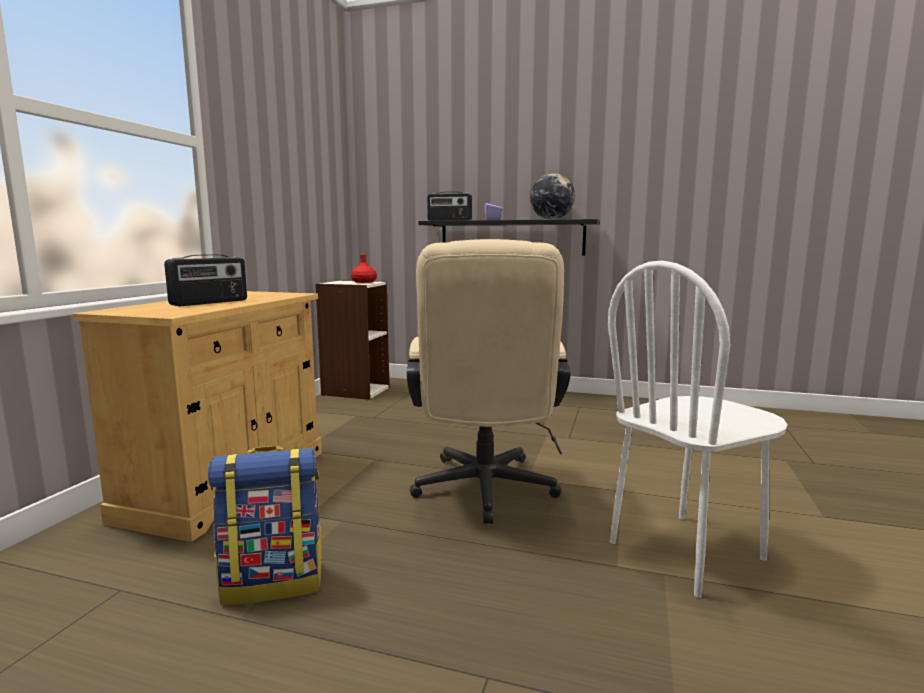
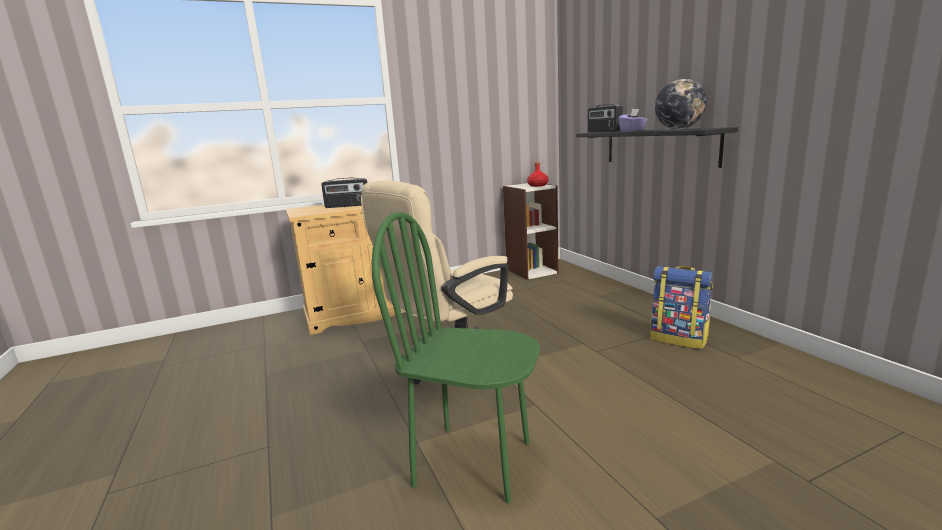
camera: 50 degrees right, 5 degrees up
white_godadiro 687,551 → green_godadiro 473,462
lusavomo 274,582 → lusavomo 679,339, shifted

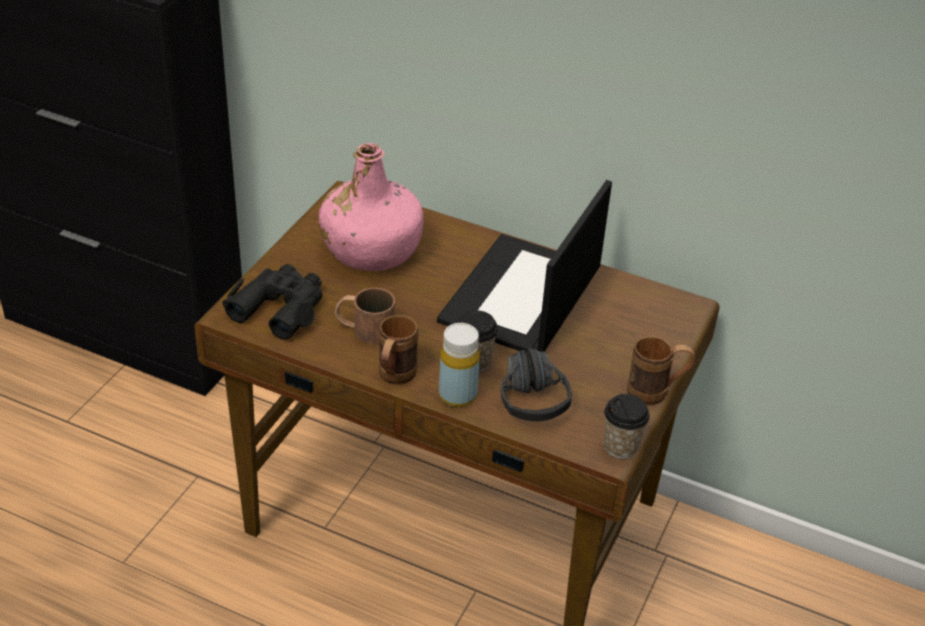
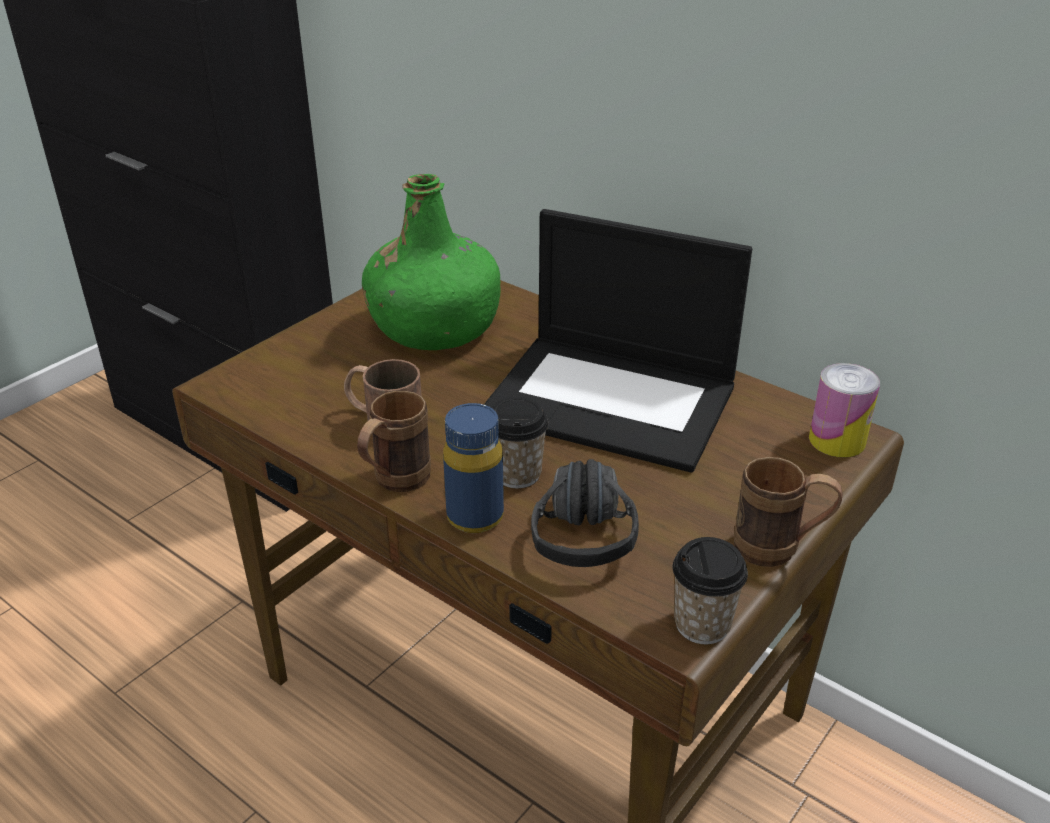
camera: 15 degrees right, 5 degrees down
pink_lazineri 371,250 → green_lazineri 435,327
yellow_lazineri 457,395 → blue_lazineri 475,517
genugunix 521,297 → genugunix 613,400, 105 degrees counterclockwise
- → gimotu 837,440
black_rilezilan 280,307 → -

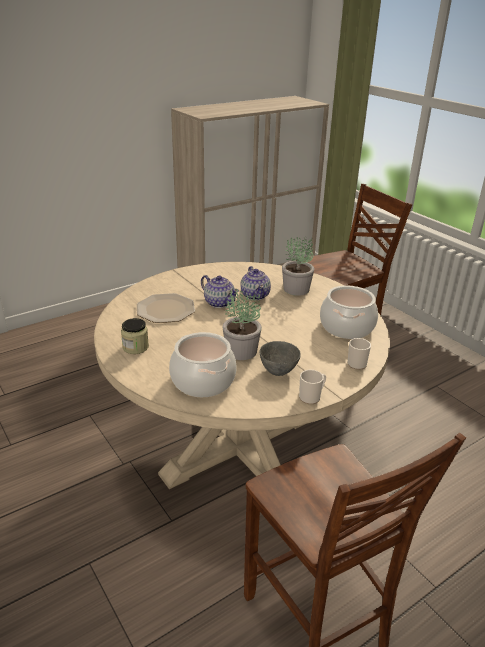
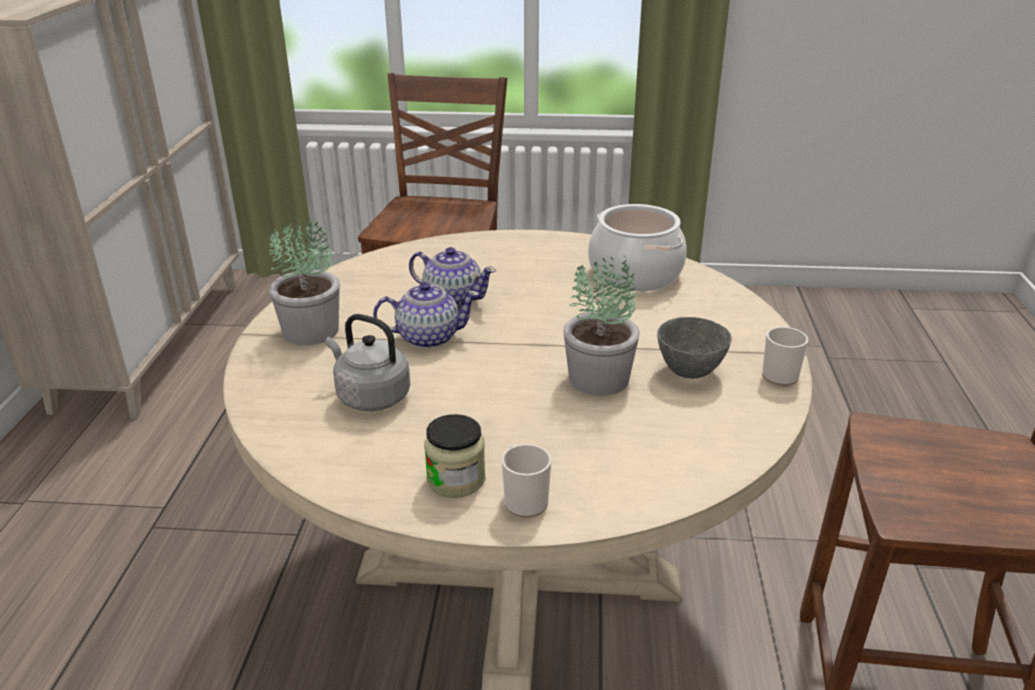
camera: 50 degrees left, 0 degrees up
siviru 296,289 → siviru 312,331, shifted
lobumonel 165,309 → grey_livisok 370,396
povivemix 357,363 → povivemix 523,499, shifted
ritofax 202,381 → -

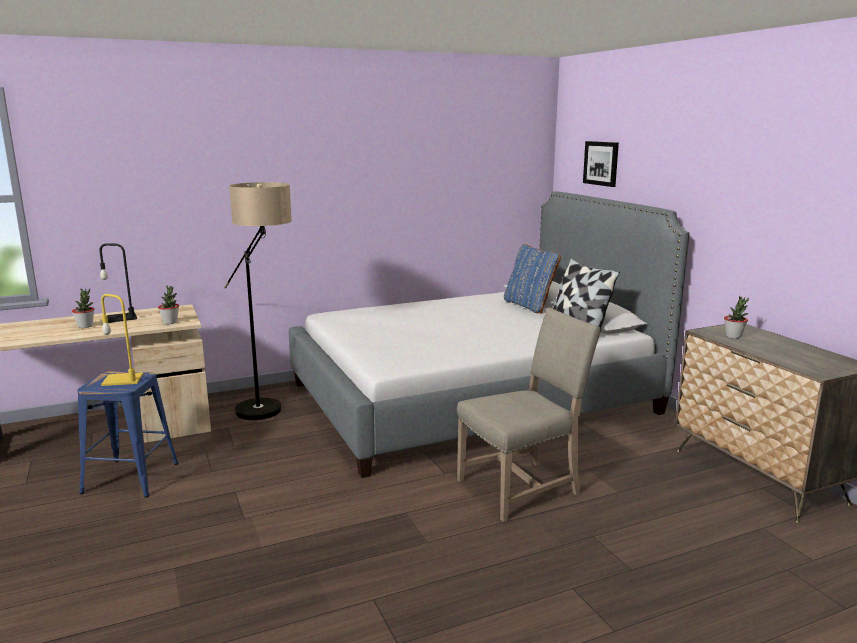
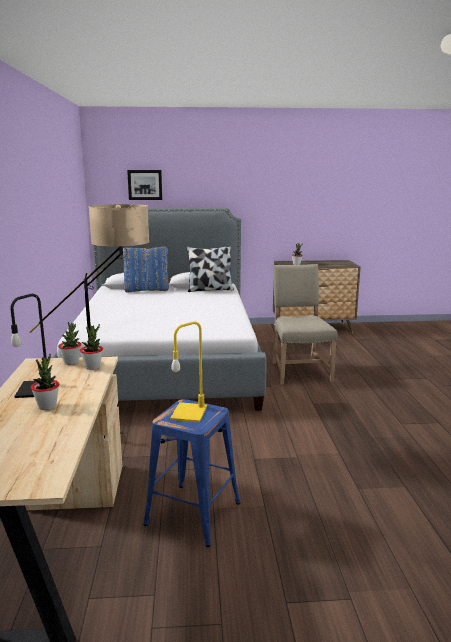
camera: 70 degrees left, 0 degrees up
- → siviru 71,362

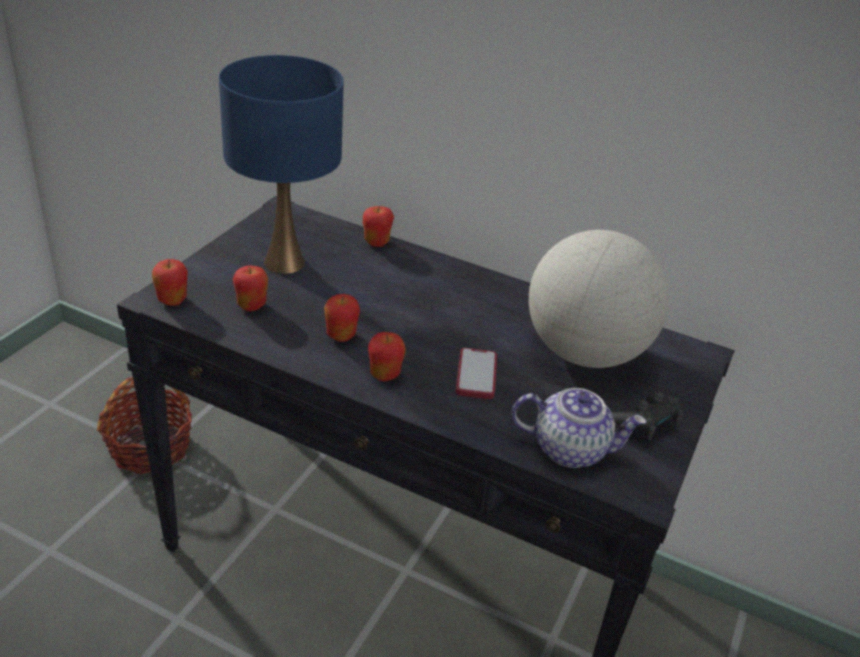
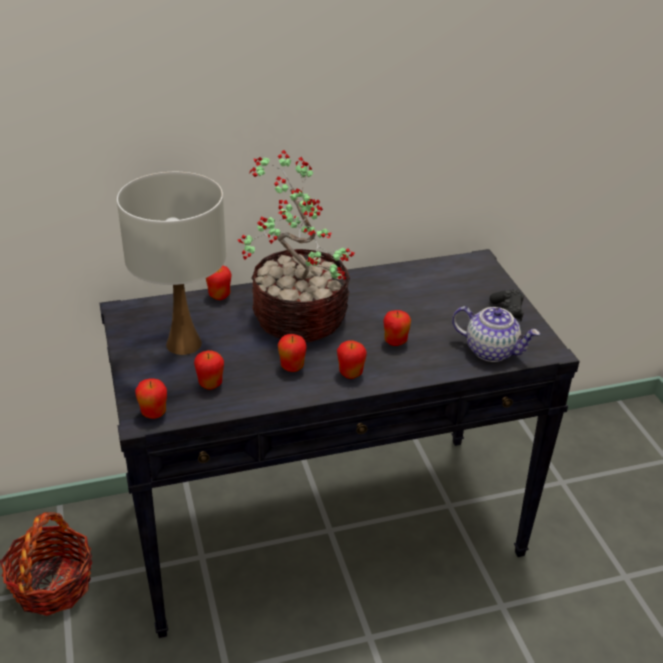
camera: 40 degrees left, 0 degrees up
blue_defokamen 285,262 → white_defokamen 184,344
- → siviru 297,316
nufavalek 476,375 → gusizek 395,342
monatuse 570,449 → monatuse 491,351, 60 degrees clockwise
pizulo 584,352 → -

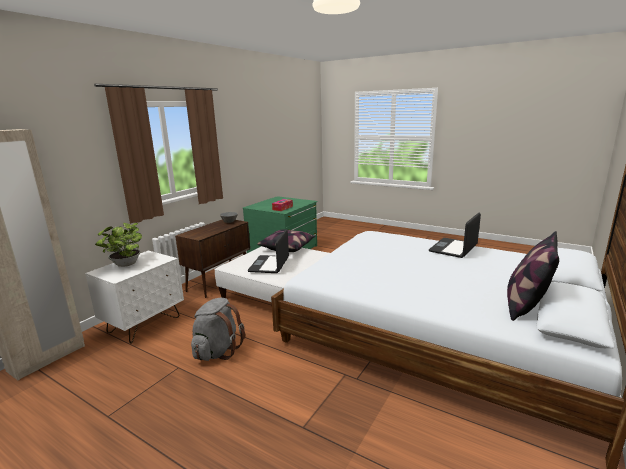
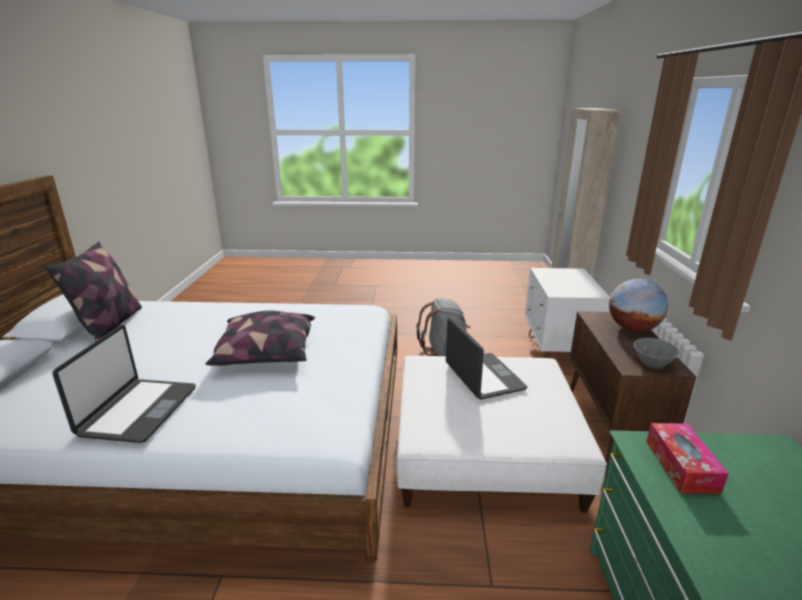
camera: 150 degrees right, 5 degrees up
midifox 287,248 → midifox 267,354, shifted
- → pizulo 632,328
siviru 125,265 → -

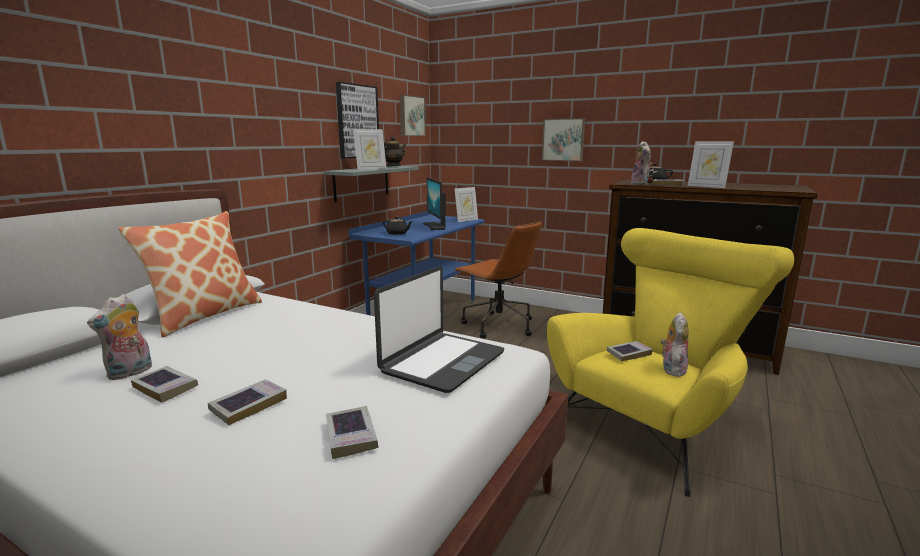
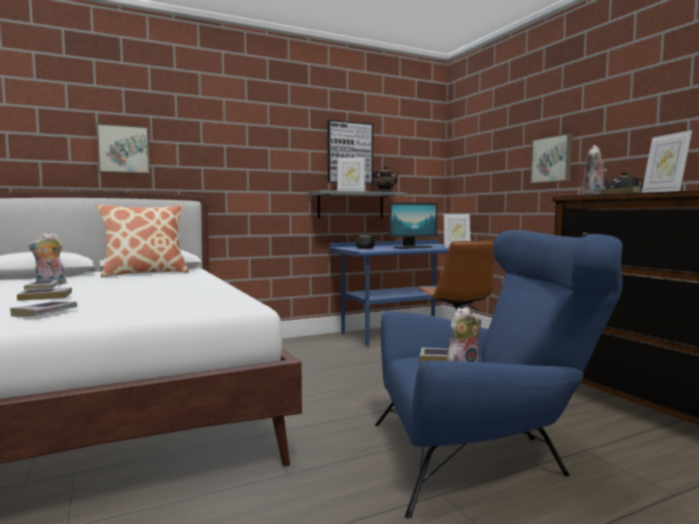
camera: 35 degrees right, 10 degrees down
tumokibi 411,116 → tumokibi 123,149, shifted
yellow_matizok 653,423 → blue_matizok 482,457
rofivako 435,226 → rofivako 412,247, 135 degrees counterclockwise
genugunix 442,362 → -

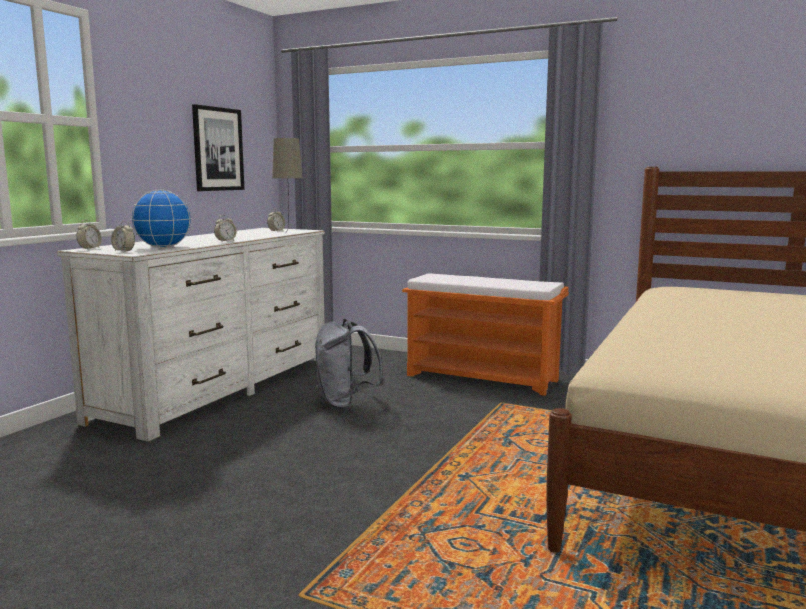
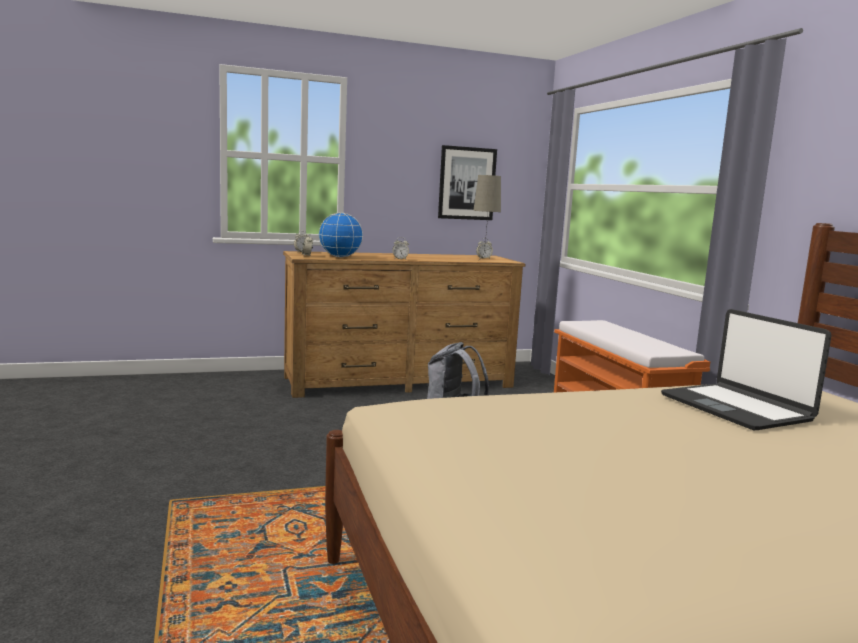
camera: 45 degrees right, 0 degrees up
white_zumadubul 219,388 → brown_zumadubul 399,382
- → genugunix 736,408

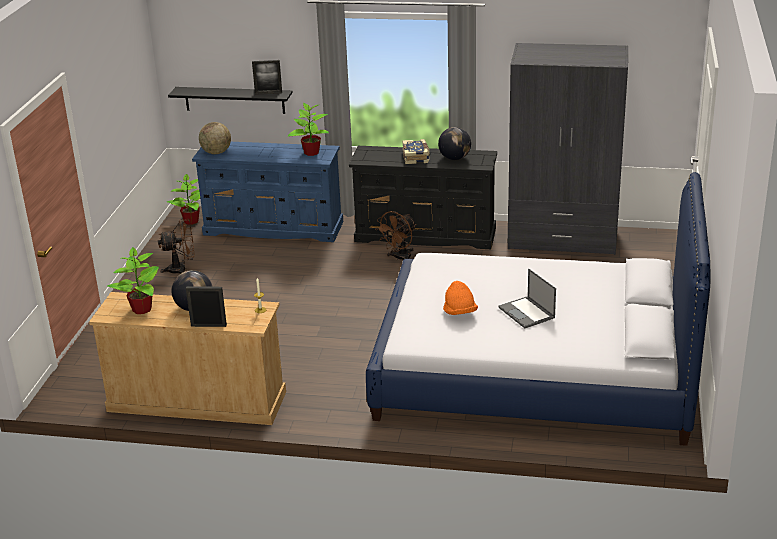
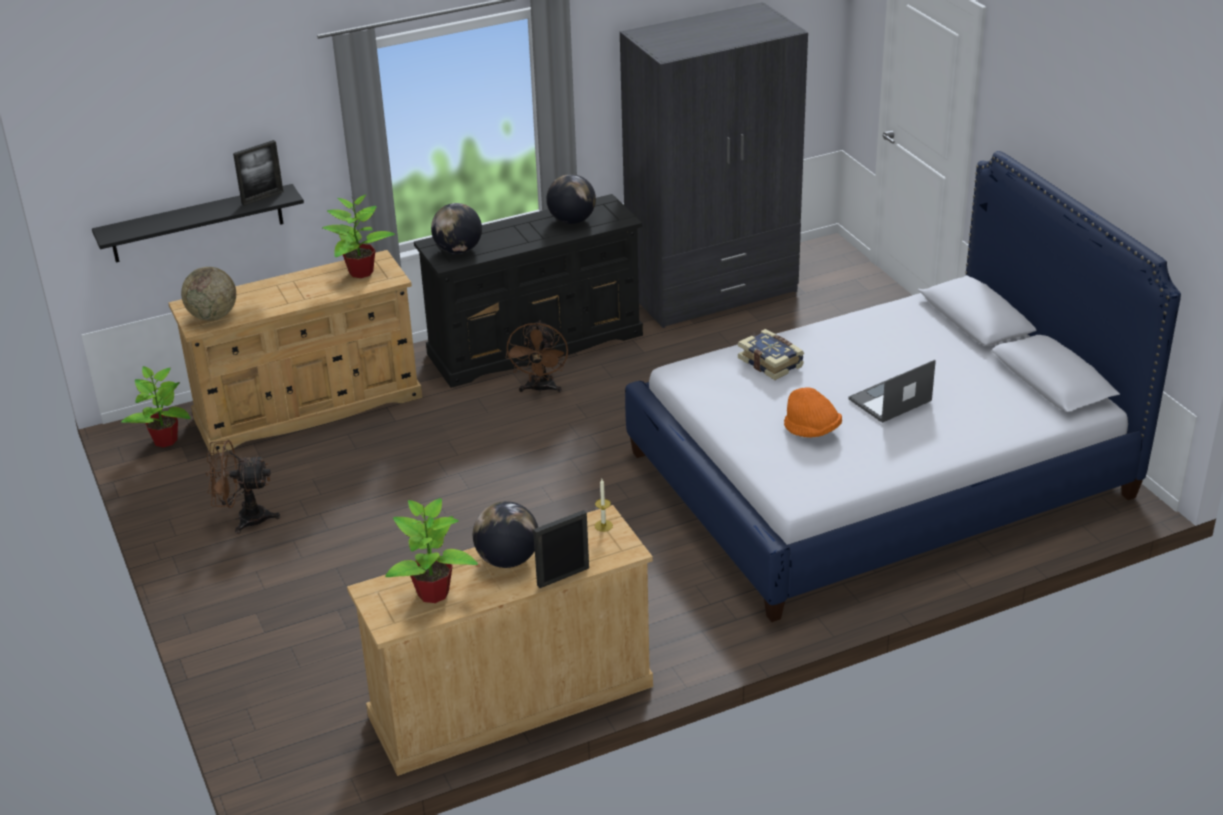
camera: 35 degrees left, 5 degrees up
blue_zumadubul 274,228 → beige_zumadubul 309,407
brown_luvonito 182,269 → brown_luvonito 244,519, 135 degrees counterclockwise
- → pizulo 458,250
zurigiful 416,157 → zurigiful 771,362, shifted
genugunix 527,313 → genugunix 889,400, 120 degrees clockwise

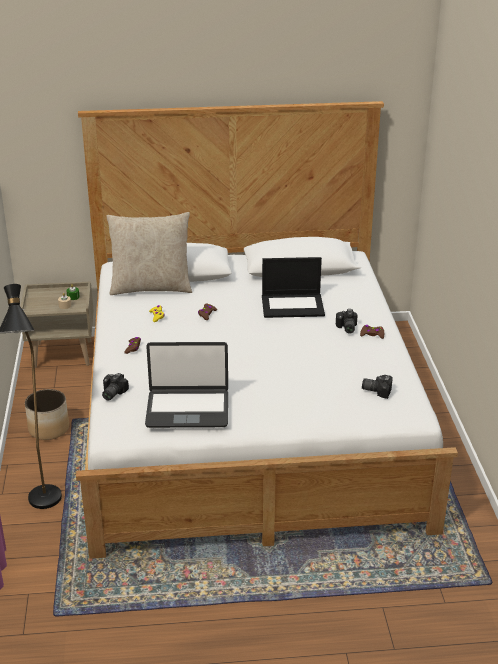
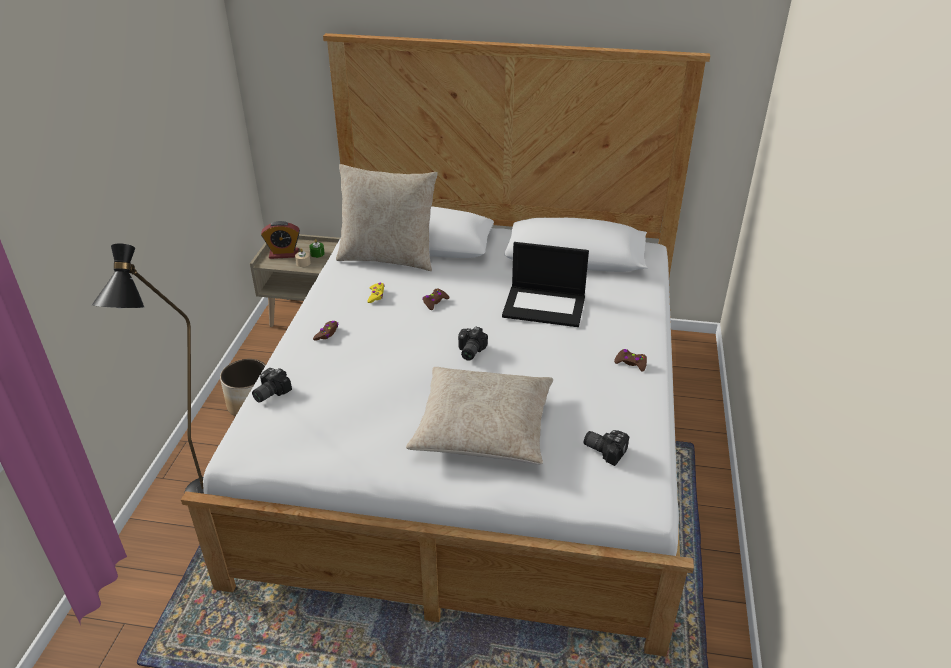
camera: 15 degrees right, 5 degrees up
- → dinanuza 284,254
- → beige_midifox 483,427
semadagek 346,328 → semadagek 469,351, shifted
genugunix 187,409 → -

